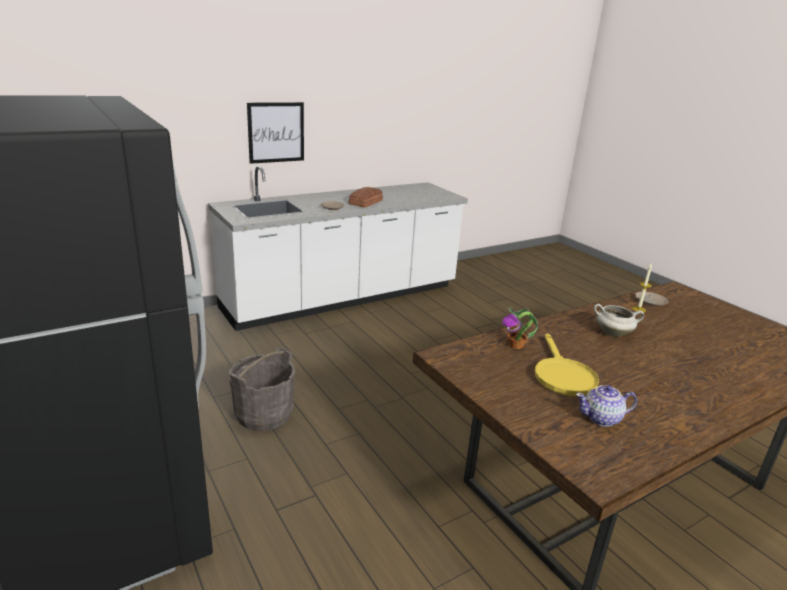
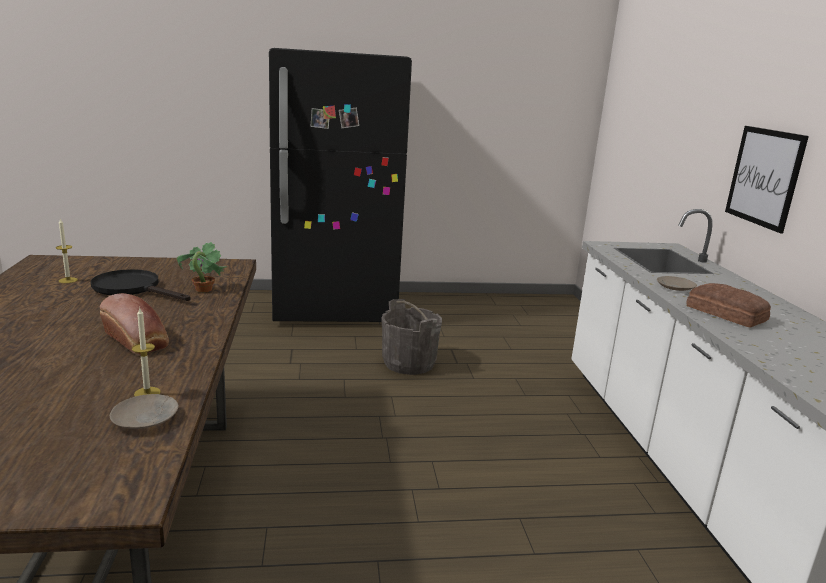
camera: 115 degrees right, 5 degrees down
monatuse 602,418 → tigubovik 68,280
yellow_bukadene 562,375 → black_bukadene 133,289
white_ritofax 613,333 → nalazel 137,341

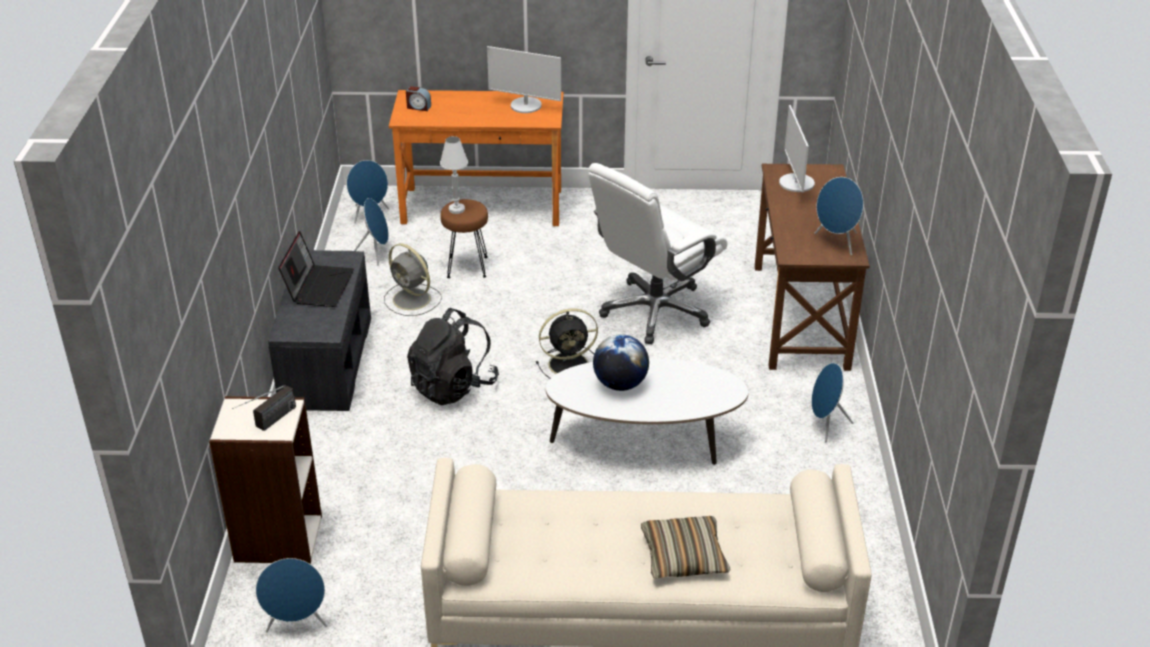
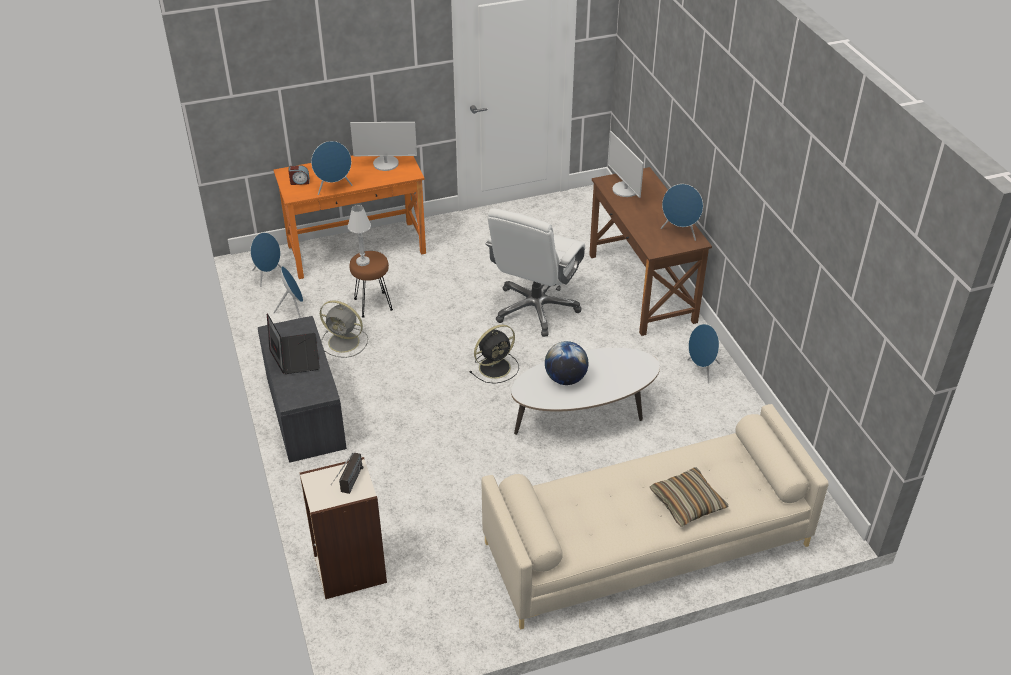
camera: 20 degrees left, 5 degrees up
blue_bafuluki 297,624 → blue_bafuluki 334,188, shifted
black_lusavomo 453,386 → -

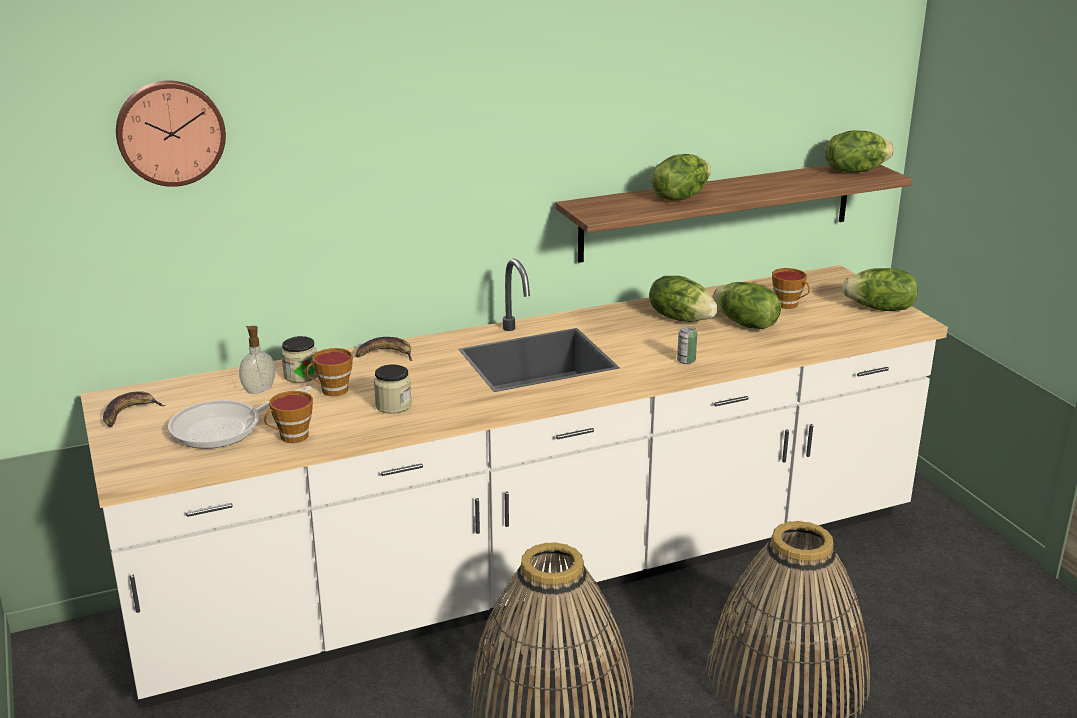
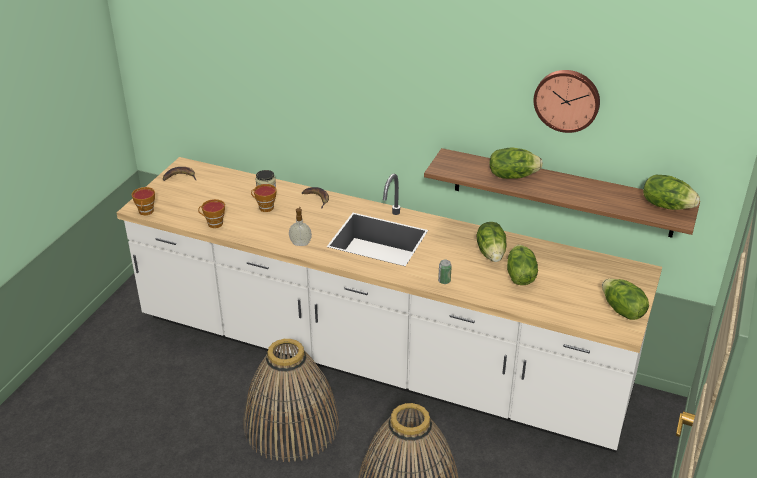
camera: 45 degrees right, 10 degrees up
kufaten 789,305 → kufaten 146,212, shifted
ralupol 258,389 → ralupol 300,243, shifted
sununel 170,132 → sununel 567,100, shifted
bukadene 225,428 → -
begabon 393,405 → -

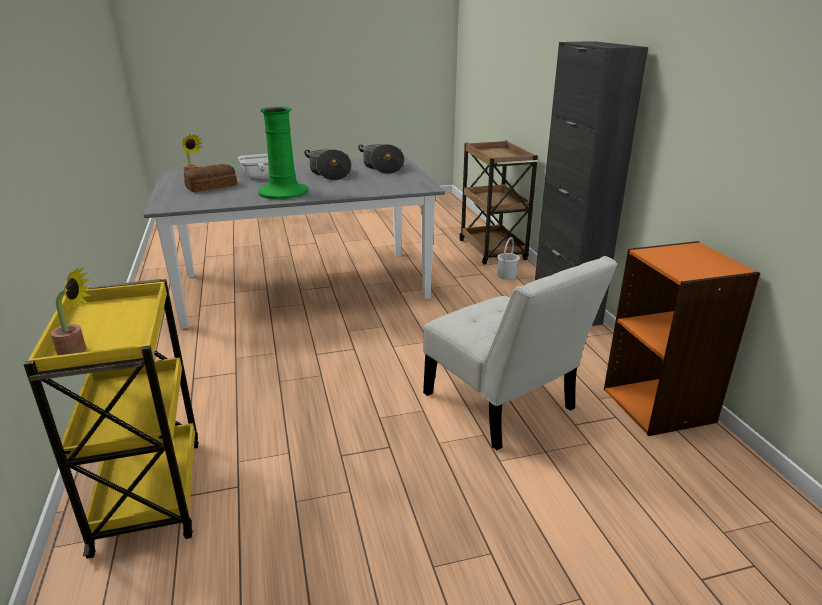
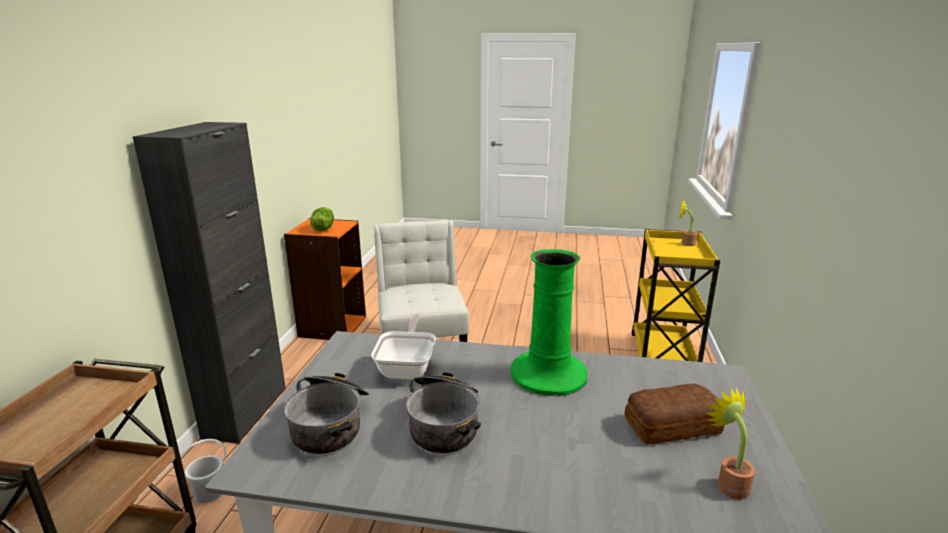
camera: 155 degrees left, 5 degrees down
- → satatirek 323,229
bukadene 258,176 → bukadene 408,367, shifted

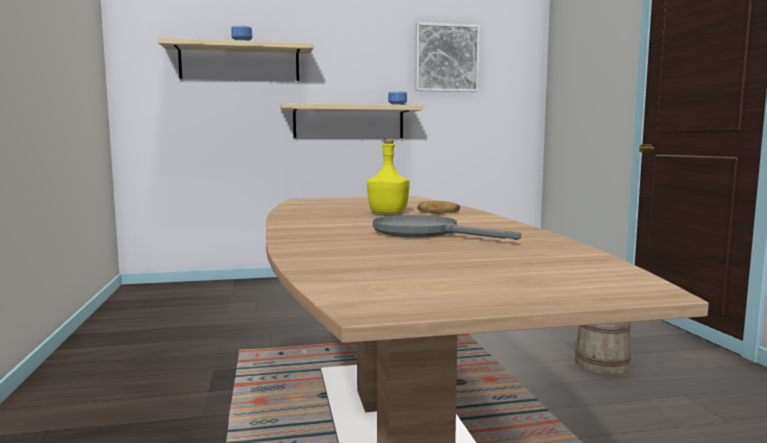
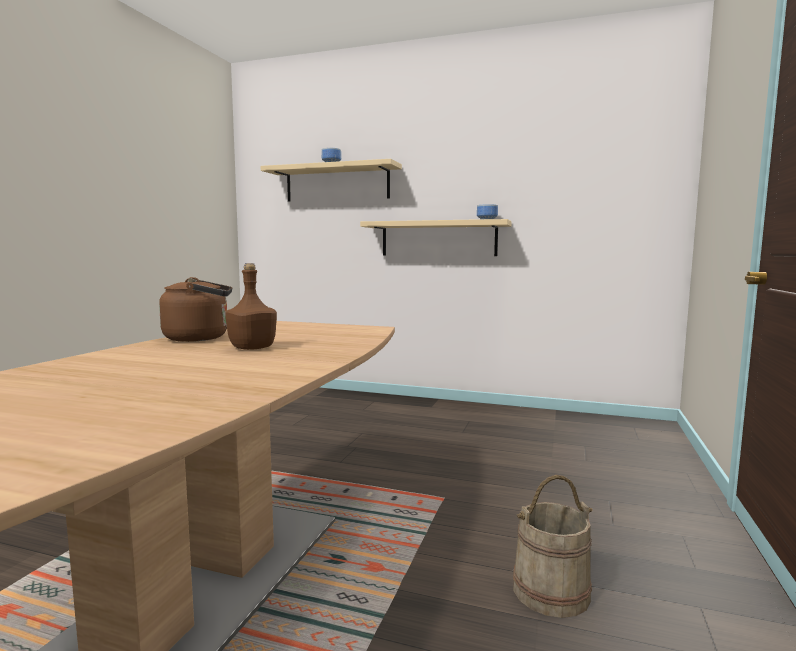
camera: 30 degrees right, 0 degrees up
- → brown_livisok 201,338
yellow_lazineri 388,213 → brown_lazineri 251,348
grey_bukadene 426,233 → -
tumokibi 446,58 → -
nalazel 438,211 → -

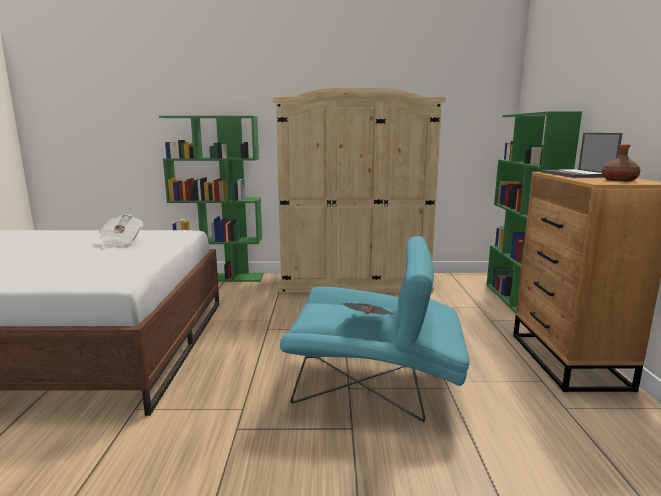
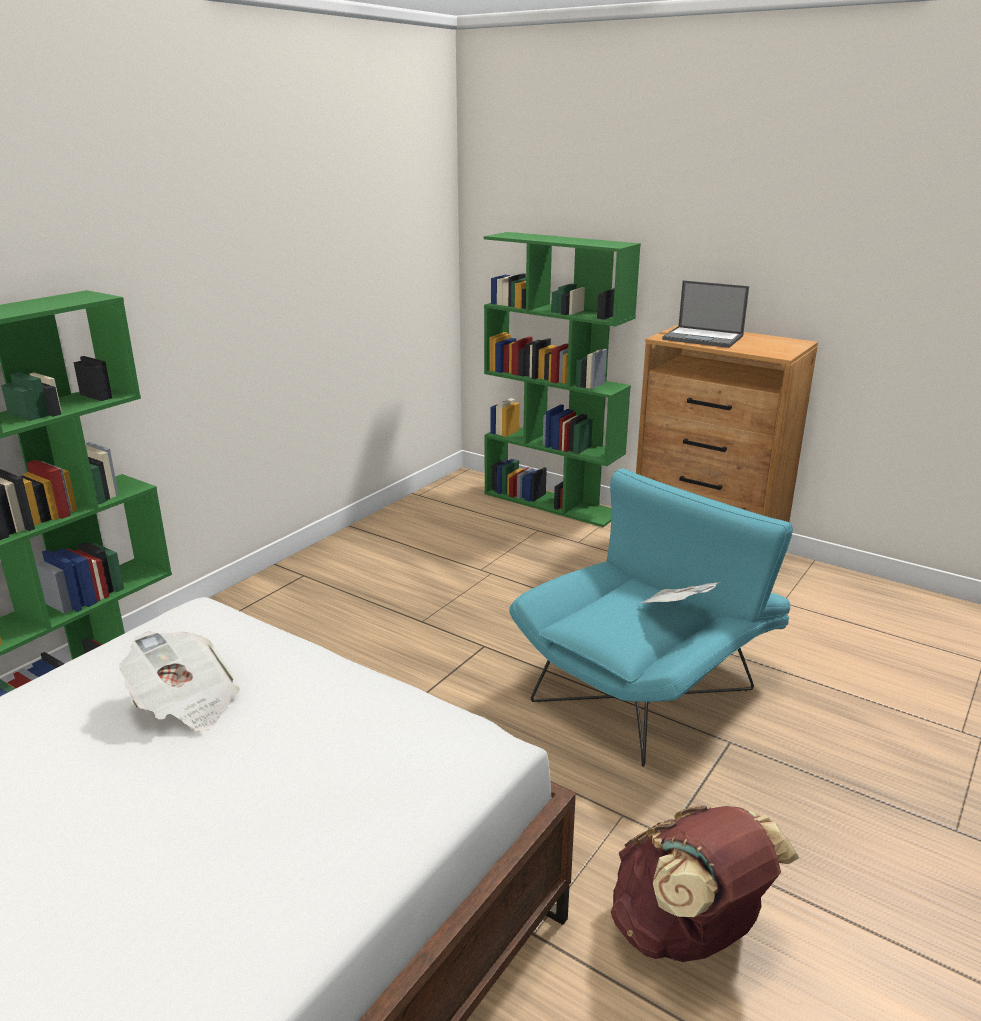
camera: 55 degrees left, 10 degrees up
- → brown_lusavomo 687,932
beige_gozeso 354,282 → -
brown_lazineri 619,180 → -

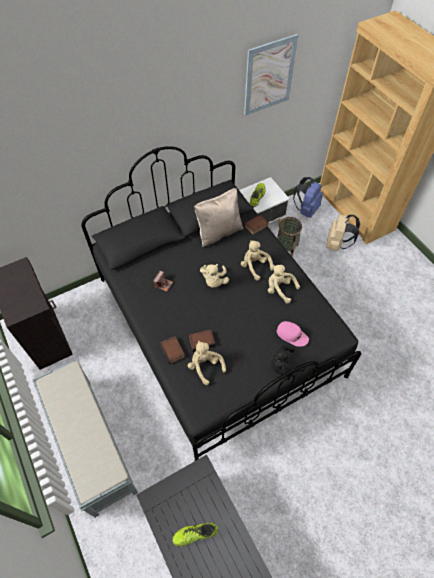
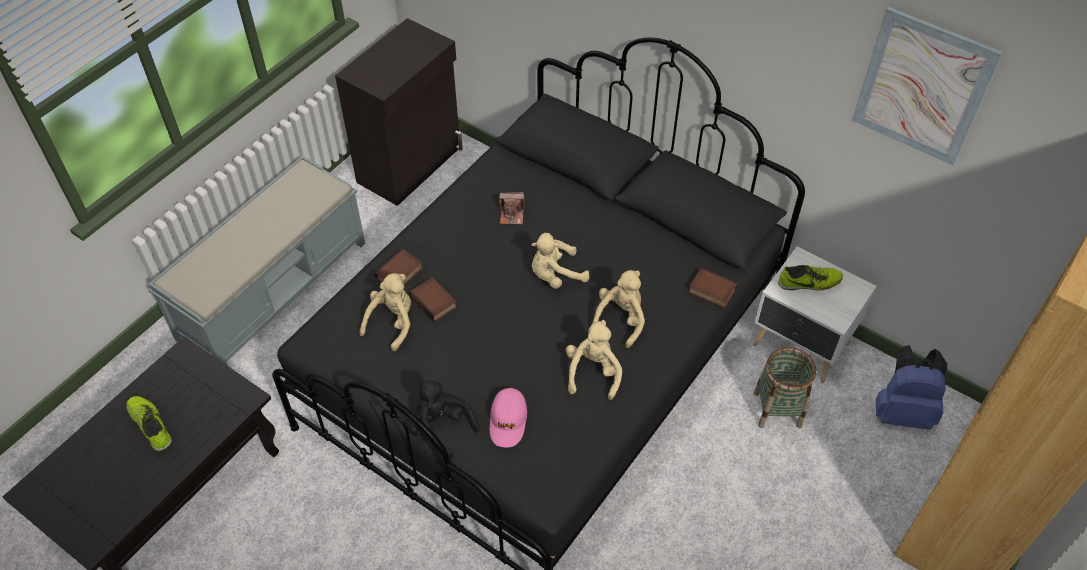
camera: 65 degrees right, 5 degrees down
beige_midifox 218,232 → -
beige_lusavomo 337,244 → -

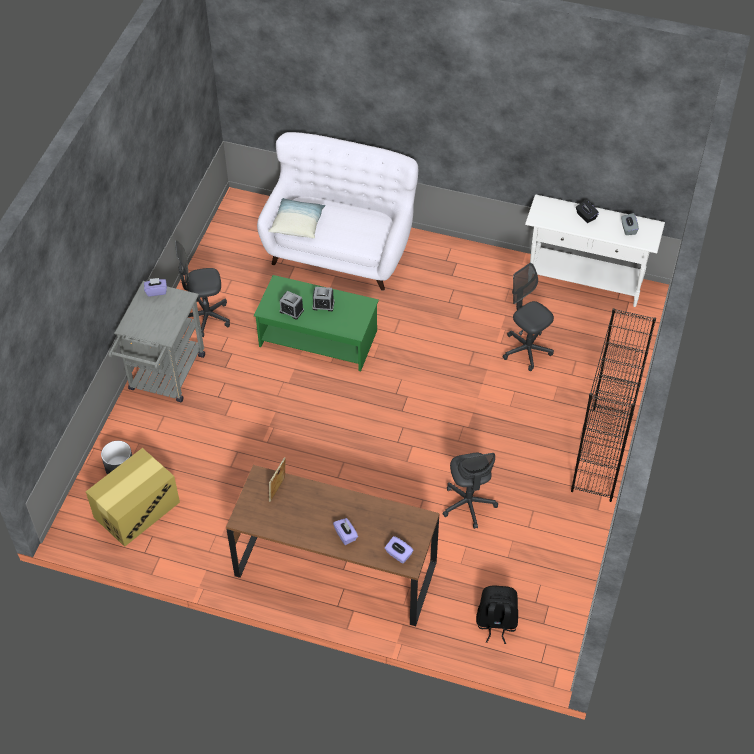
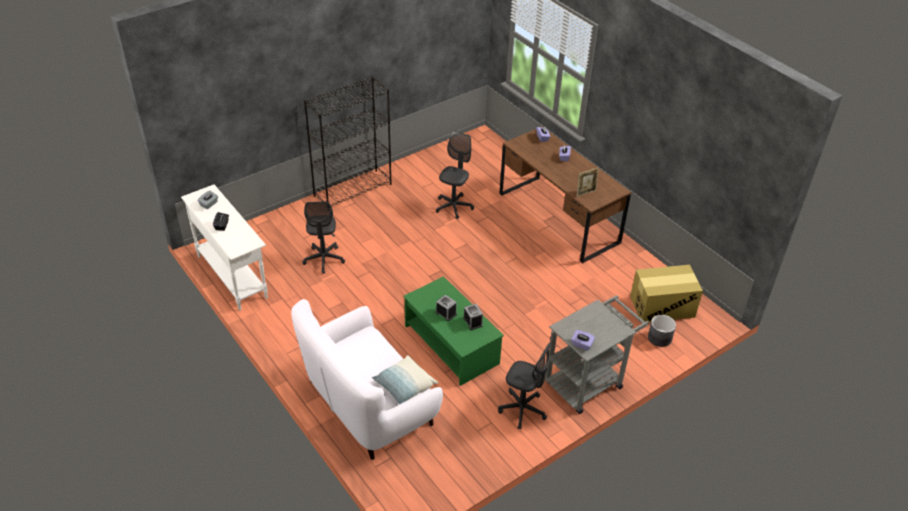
camera: 145 degrees left, 10 degrees down
black_lusavomo 496,623 → -

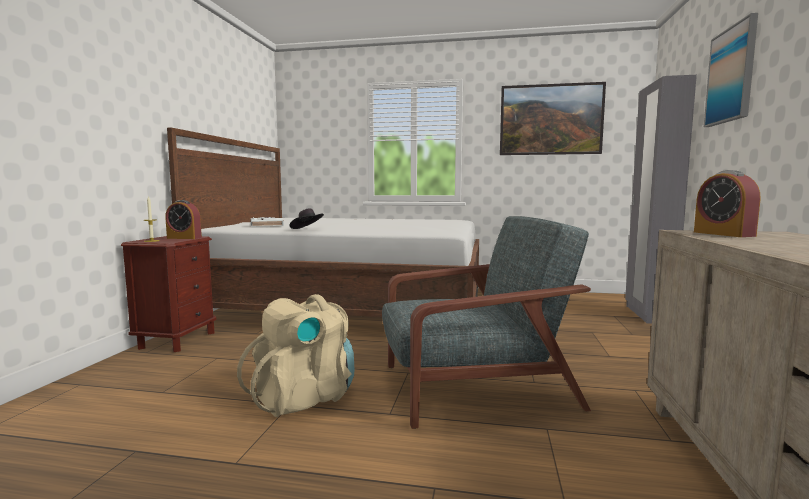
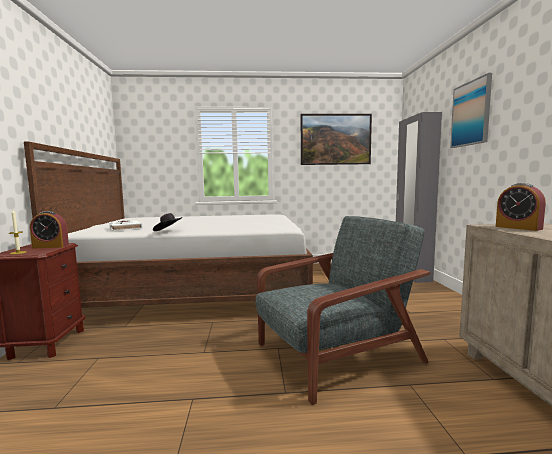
camera: 15 degrees left, 0 degrees up
beige_lusavomo 304,397 → -

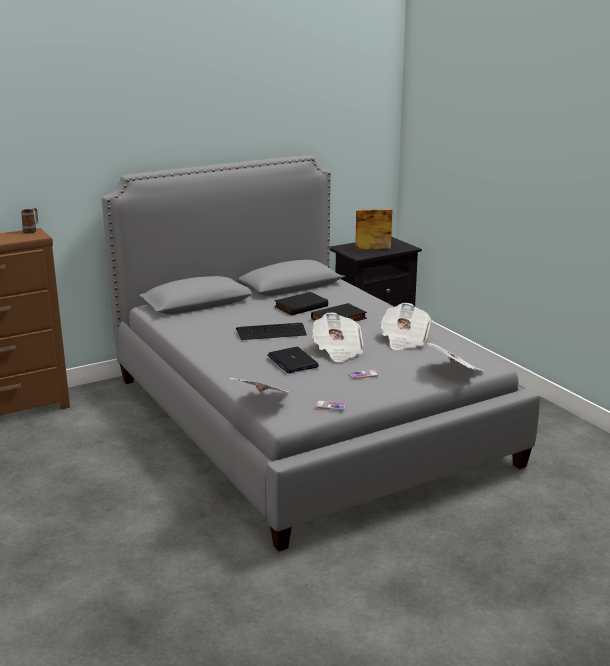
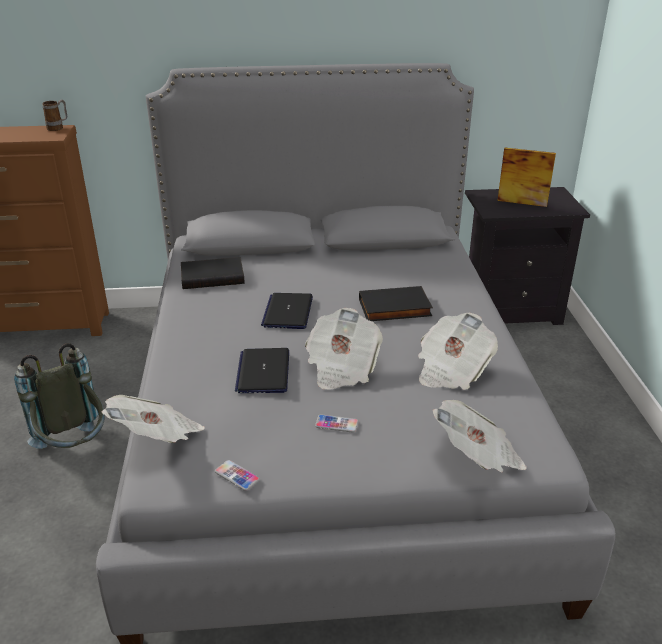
camera: 25 degrees right, 10 degrees up
- → grey_lusavomo 75,449
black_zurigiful 300,306 → black_zurigiful 213,276, shifted
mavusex 271,332 → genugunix 288,312

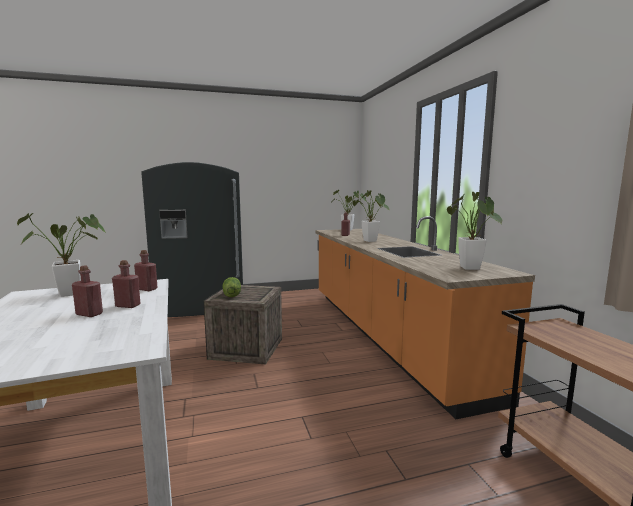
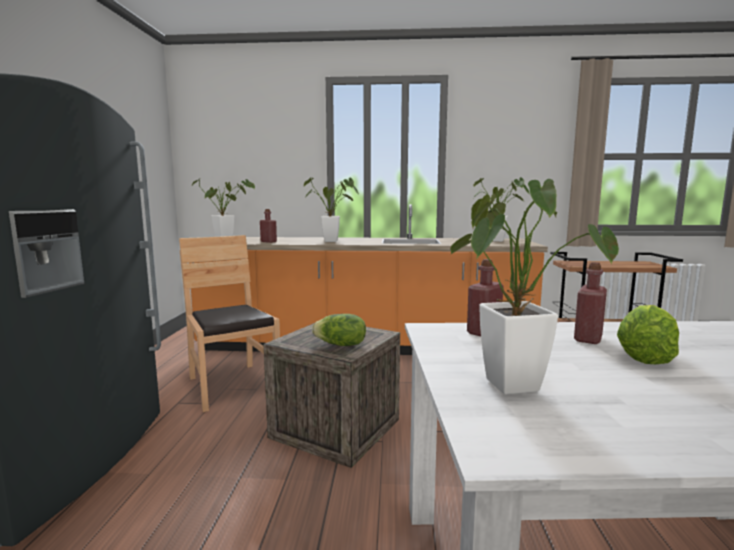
camera: 70 degrees left, 0 degrees up
- → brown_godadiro 232,385
red_lazineri 89,314 → satatirek 645,357

